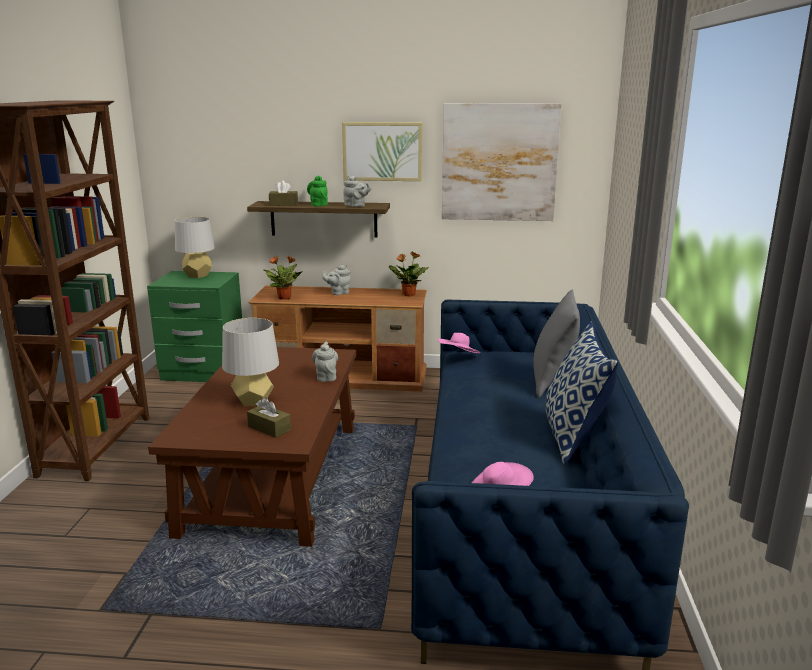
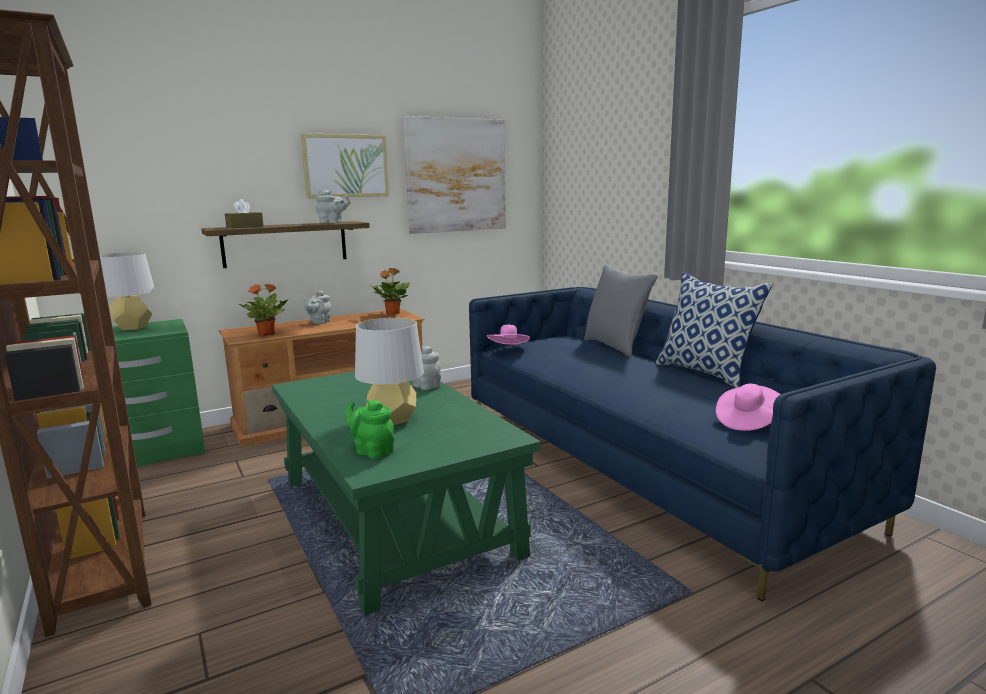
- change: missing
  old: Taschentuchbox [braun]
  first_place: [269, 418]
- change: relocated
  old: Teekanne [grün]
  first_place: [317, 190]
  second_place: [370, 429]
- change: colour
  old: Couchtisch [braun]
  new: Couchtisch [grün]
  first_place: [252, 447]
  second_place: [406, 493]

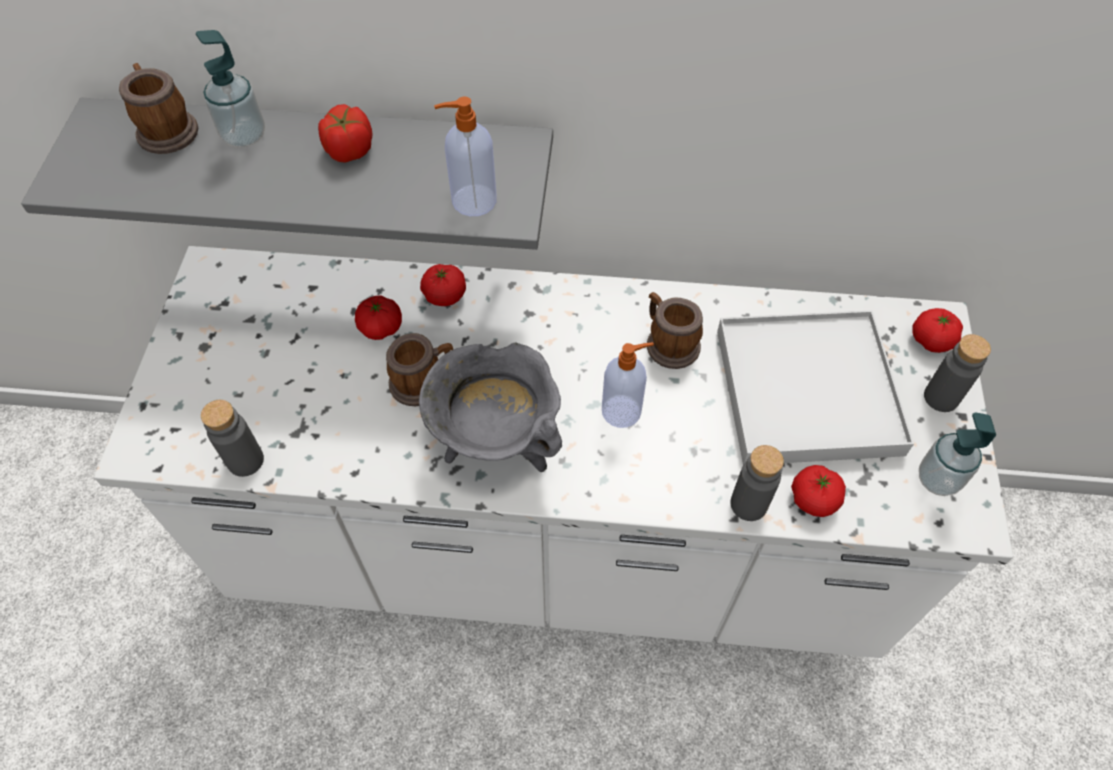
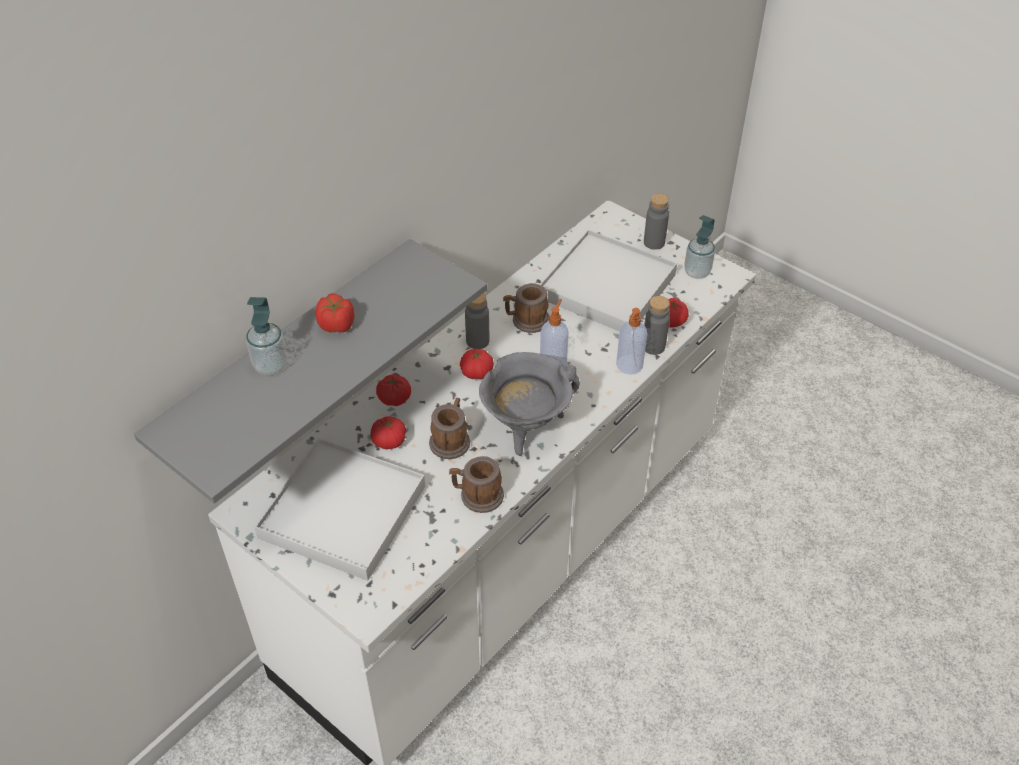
- change: appeared
  new: Tablett [weiß]
  second_place: [339, 509]
- change: relocated
  old: Henkelbecher
  first_place: [158, 108]
  second_place: [476, 484]
- change: relocated
  old: Flasche [grau]
  first_place: [232, 438]
  second_place: [477, 321]
- change: relocated
  old: Seifenspender
  first_place: [465, 156]
  second_place: [631, 341]
- change: relocated
  old: Tomate
  first_place: [937, 330]
  second_place: [477, 364]

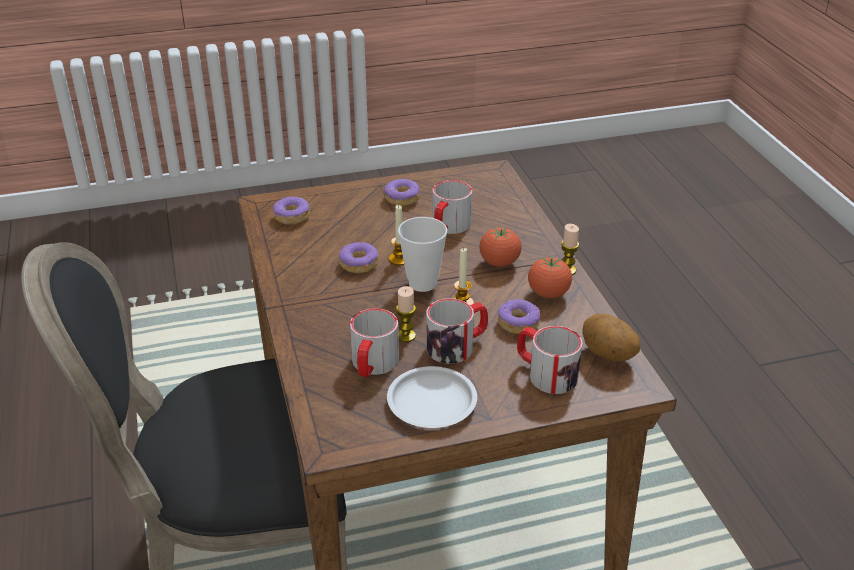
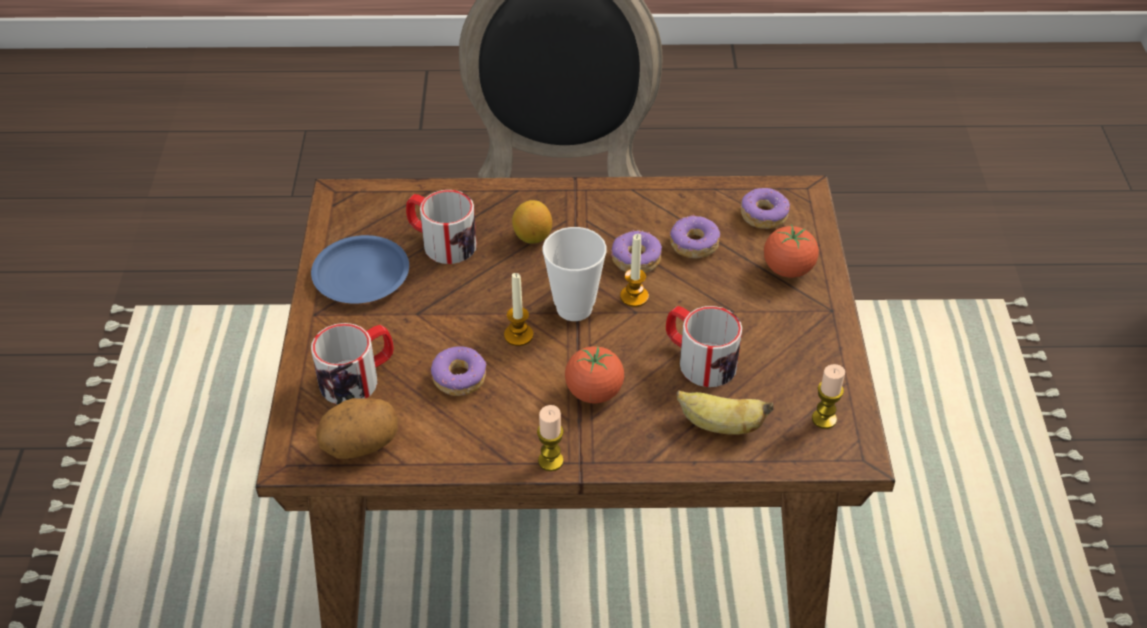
- change: missing
  old: Henkelbecher
  first_place: [457, 331]
- change: appeared
  new: Zitrone
  second_place: [532, 222]
- change: appeared
  new: Banane
  second_place: [725, 413]
- change: relocated
  old: Donut
  first_place: [402, 192]
  second_place: [695, 237]
- change: relocated
  old: Kerze
  first_place: [406, 314]
  second_place: [828, 396]
- change: relocated
  old: Tomate
  first_place: [550, 277]
  second_place: [791, 251]
- change: colour
  old: Teller [weiß]
  new: Teller [blau]
  first_place: [432, 397]
  second_place: [360, 269]

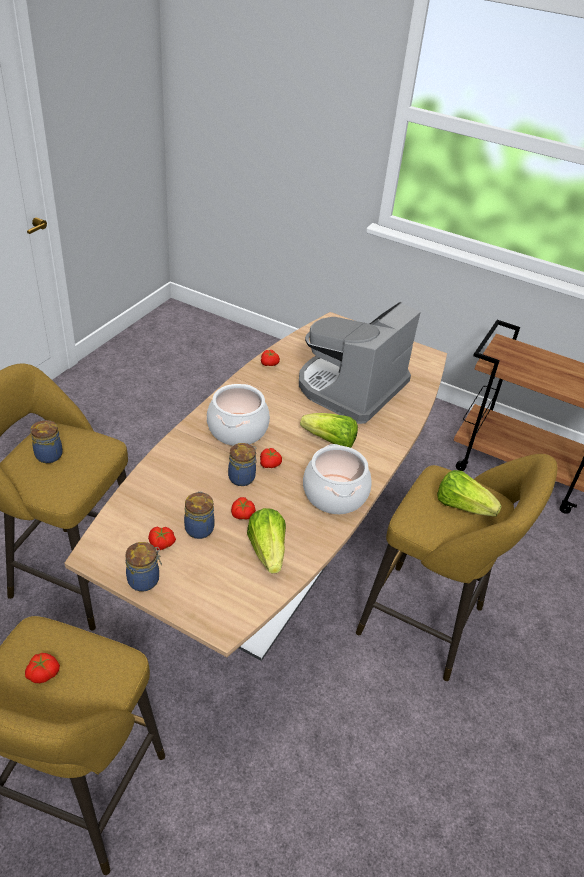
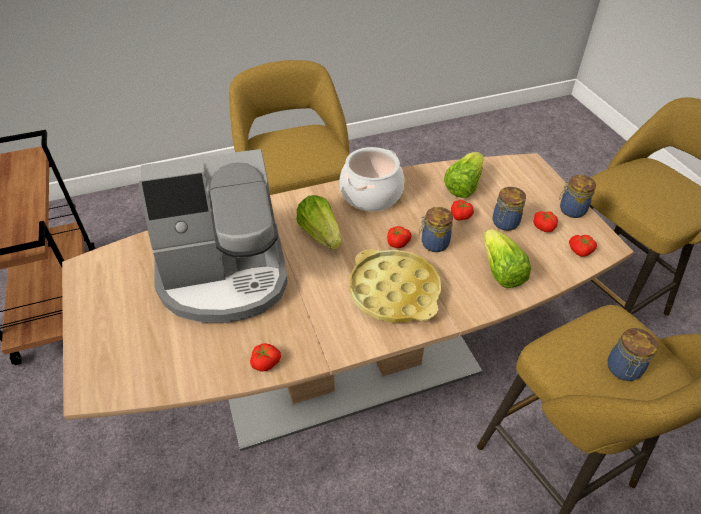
- change: relocated
  old: Tomate
  first_place: [42, 668]
  second_place: [583, 246]
- change: relocated
  old: Salatkopf
  first_place: [469, 493]
  second_place: [507, 258]
- change: exchanged
  old: Kochtopf
  new: Tablett [gelb]
  first_place: [238, 415]
  second_place: [395, 286]

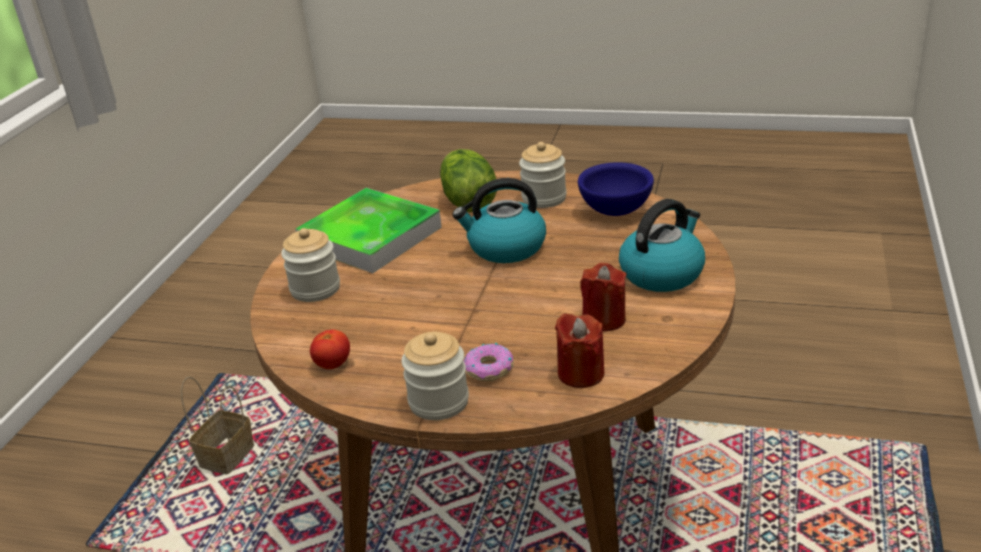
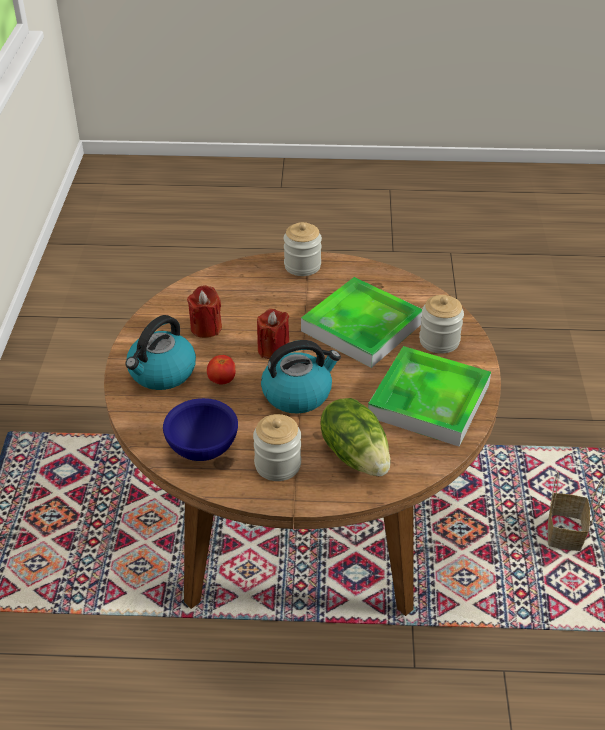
- change: missing
  old: Donut
  first_place: [489, 362]
- change: appeared
  new: Tablett
  second_place: [361, 322]
- change: relocated
  old: Tomate
  first_place: [330, 349]
  second_place: [221, 369]
- change: relocated
  old: Kerze [rot]
  first_place: [579, 350]
  second_place: [273, 334]

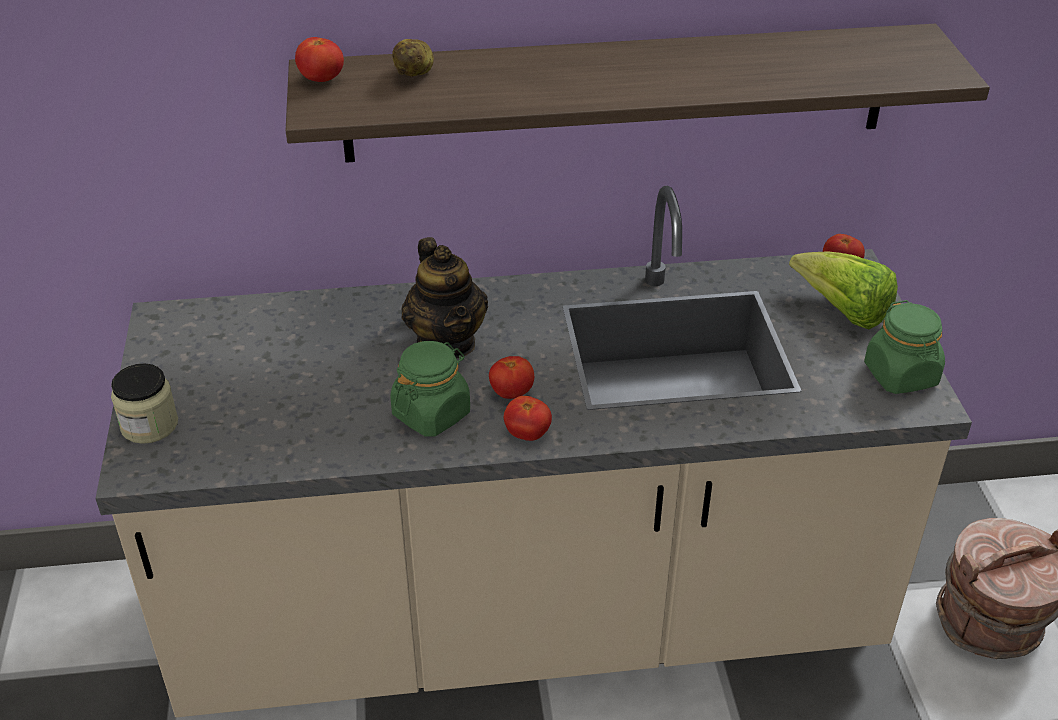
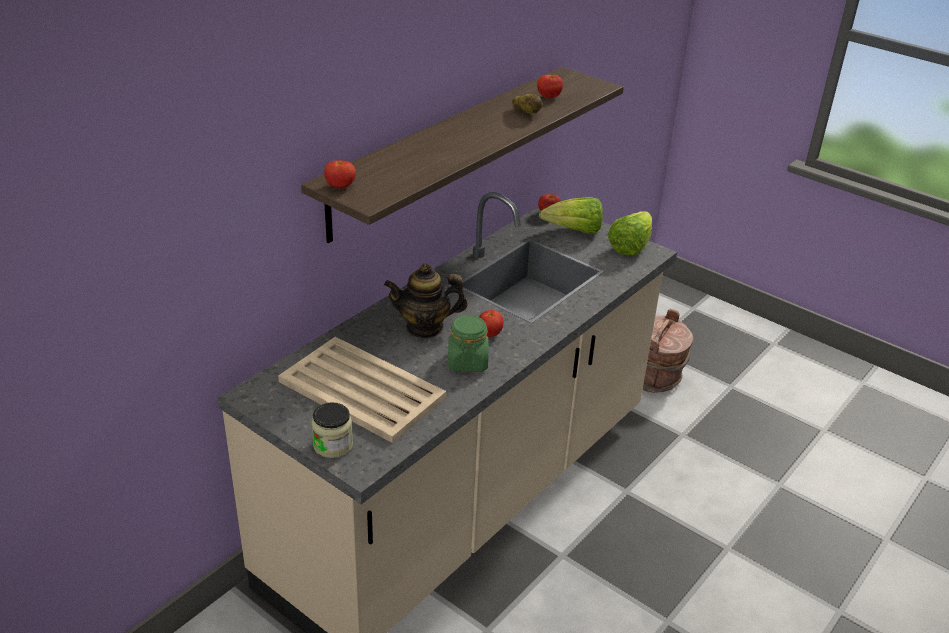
- change: appeared
  new: Tablett [beige]
  second_place: [362, 390]
- change: relocated
  old: Kartoffel
  first_place: [413, 58]
  second_place: [527, 103]
- change: relocated
  old: Tomate
  first_place: [528, 418]
  second_place: [550, 86]
- change: exchanged
  old: Vorratsglas [grün]
  new: Salatkopf
  first_place: [904, 347]
  second_place: [630, 233]
- change: spun
  old: Teekanne
  first_place: [445, 298]
  second_place: [425, 301]
  degrees: 150

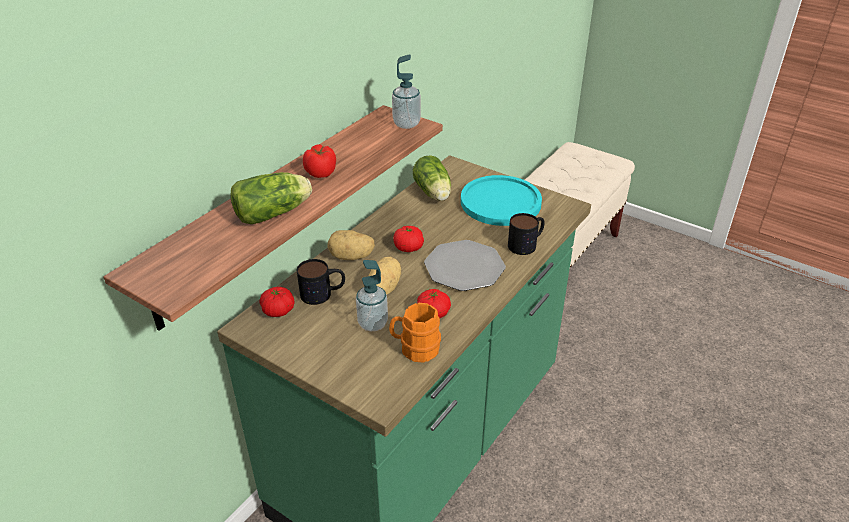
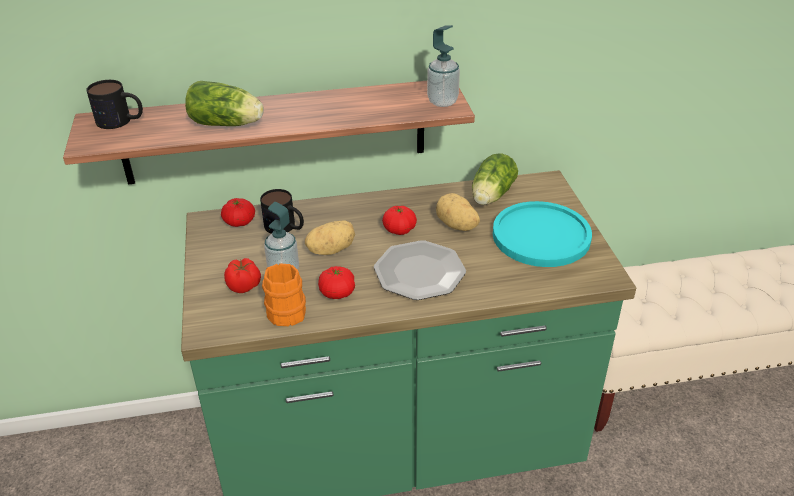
- change: relocated
  old: Tomate
  first_place: [319, 161]
  second_place: [242, 275]
- change: relocated
  old: Kartoffel
  first_place: [351, 245]
  second_place: [458, 212]
- change: relocated
  old: Henkelbecher
  first_place: [526, 234]
  second_place: [114, 104]

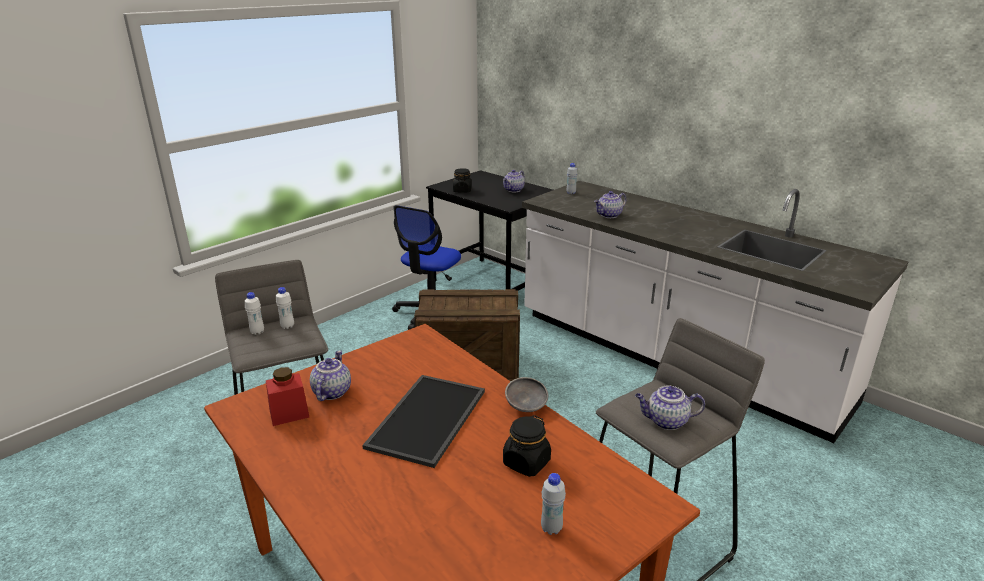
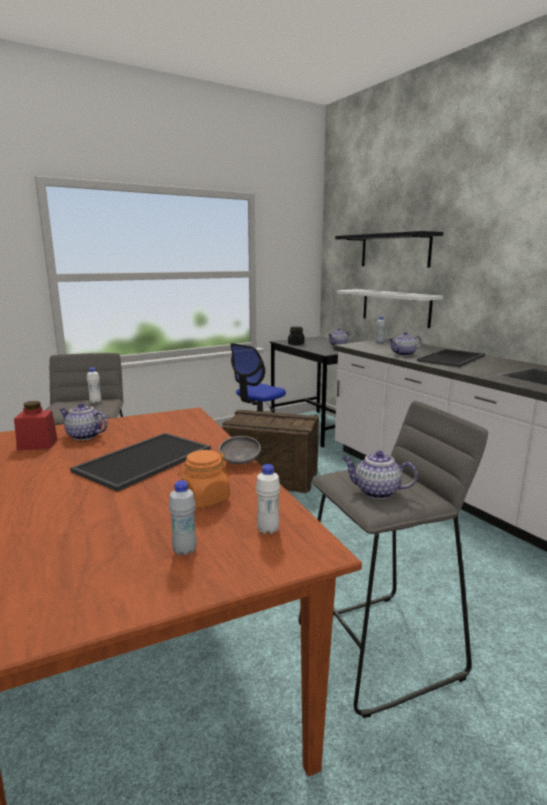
- change: appeared
  new: Wandregal [schwarz]
  second_place: [389, 249]
- change: appeared
  new: Wandregal [weiß]
  second_place: [390, 308]
- change: appeared
  new: Tablett
  second_place: [451, 358]
- change: relocated
  old: Flasche [weiß]
  first_place: [254, 313]
  second_place: [268, 499]
- change: colour
  old: Vorratsglas [schwarz]
  new: Vorratsglas [orange]
  first_place: [527, 446]
  second_place: [204, 479]
- change: spun
  old: Teekanne
  first_place: [330, 376]
  second_place: [83, 421]
  degrees: -90

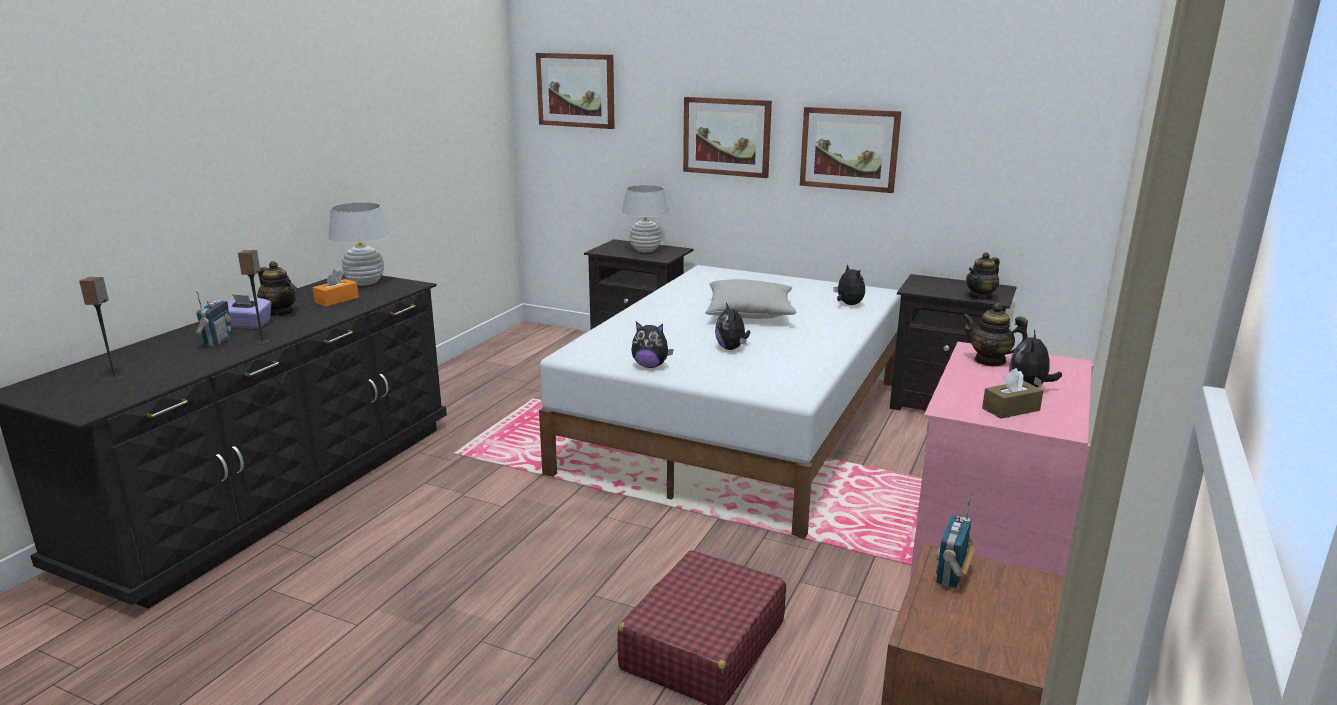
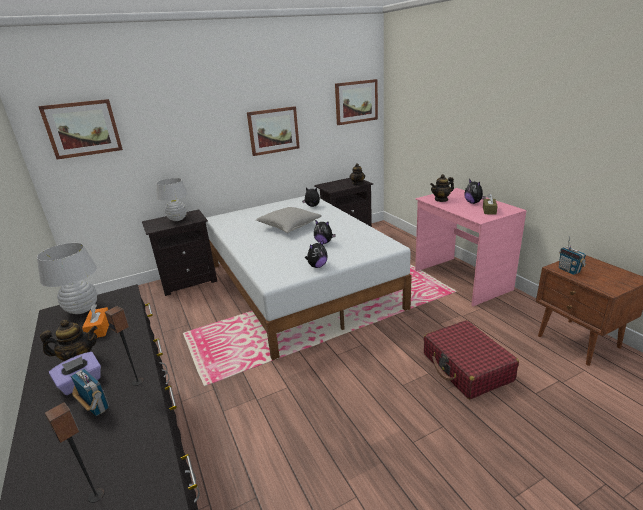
- change: relocated
  old: Bild
  first_place: [727, 137]
  second_place: [356, 102]

